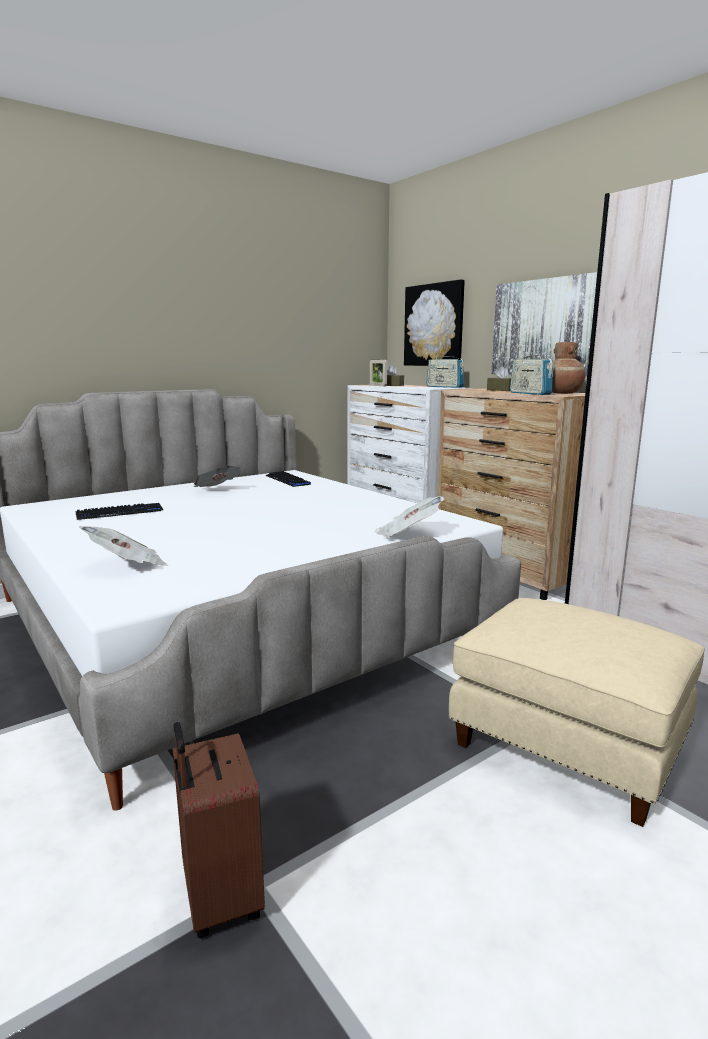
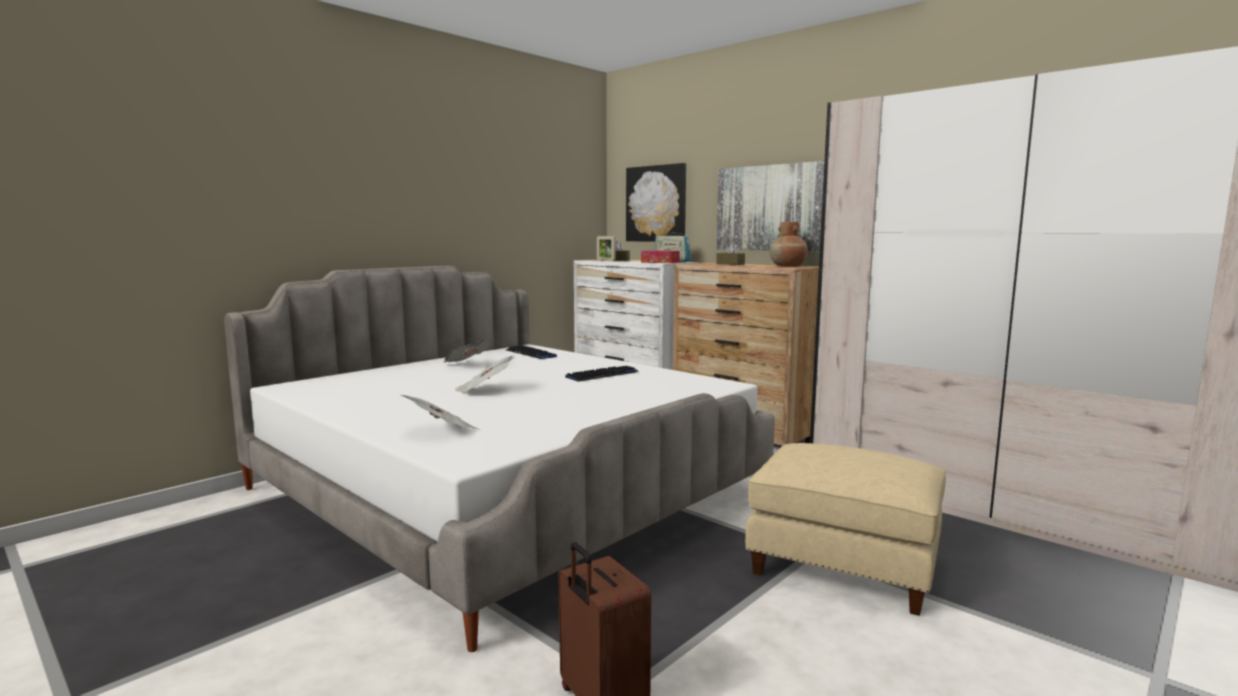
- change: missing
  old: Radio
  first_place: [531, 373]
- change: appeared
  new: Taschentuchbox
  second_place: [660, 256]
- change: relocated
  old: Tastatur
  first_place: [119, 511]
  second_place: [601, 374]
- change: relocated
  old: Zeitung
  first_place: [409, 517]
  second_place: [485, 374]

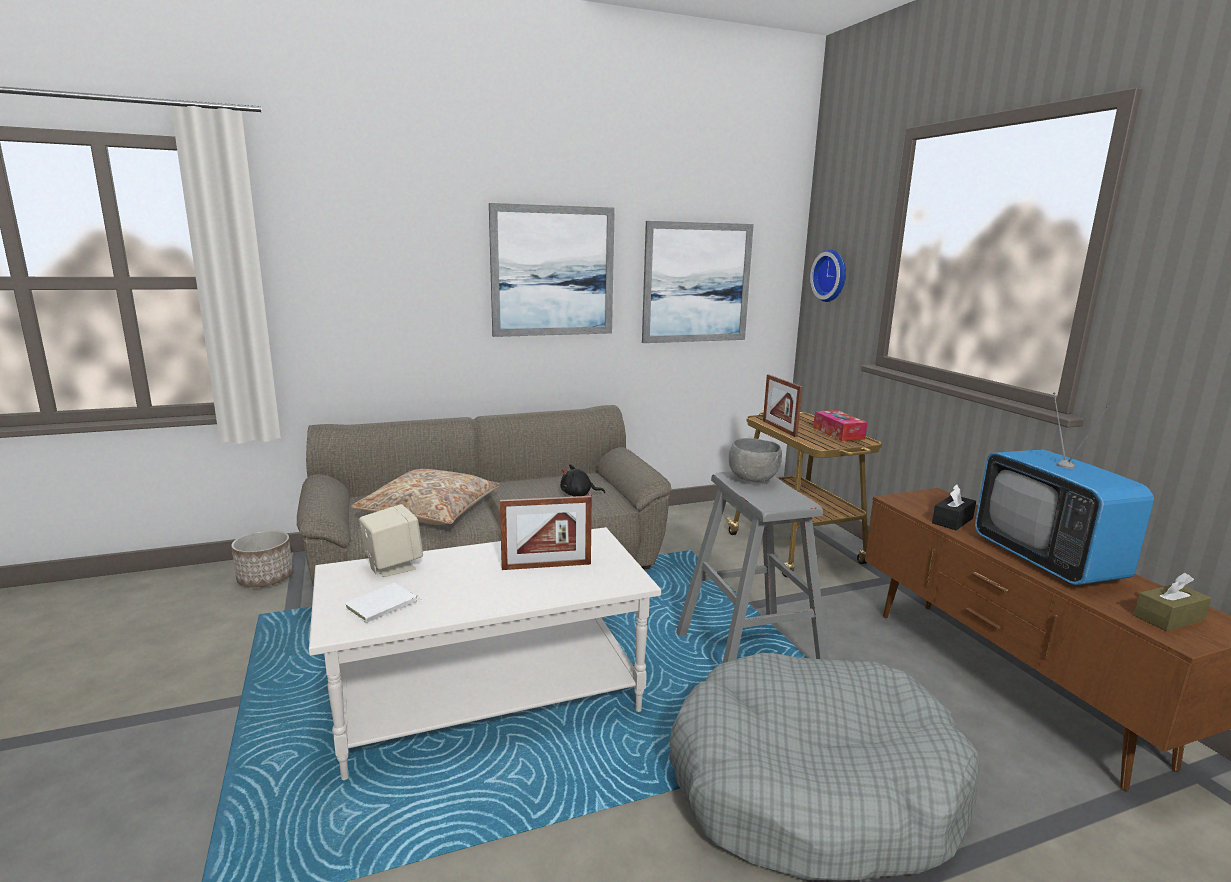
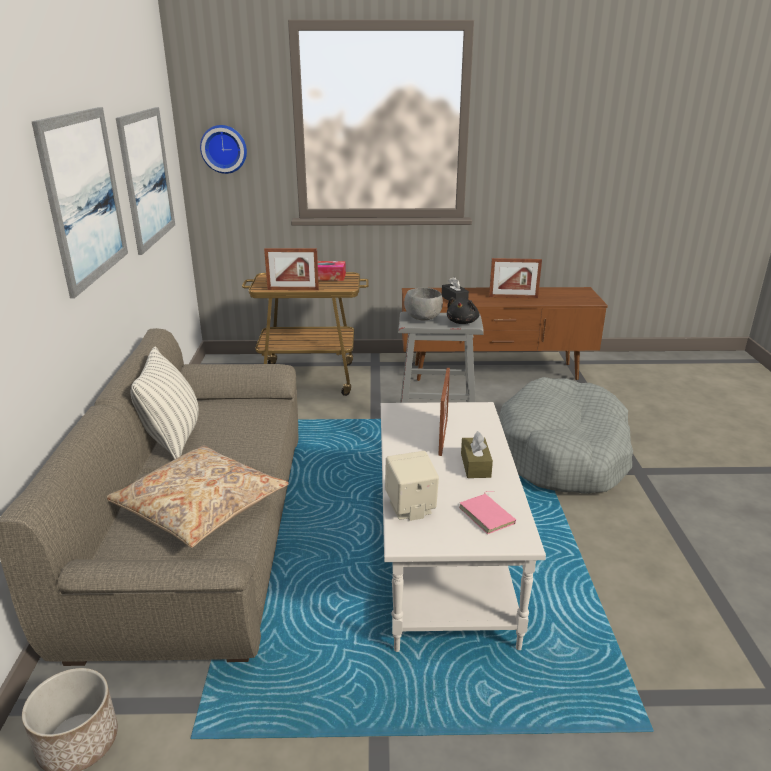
- change: appeared
  new: Kissen
  second_place: [165, 403]
- change: relocated
  old: Plüschtier [schwarz]
  first_place: [582, 480]
  second_place: [463, 310]
- change: relocated
  old: Taschentuchbox [braun]
  first_place: [1172, 602]
  second_place: [477, 454]
- change: exchanged
  old: Fernseher
  new: Bilderrahmen
  first_place: [1064, 489]
  second_place: [515, 278]
- change: colour
  old: Buch [weiß]
  new: Buch [rosa]
  first_place: [384, 603]
  second_place: [487, 512]

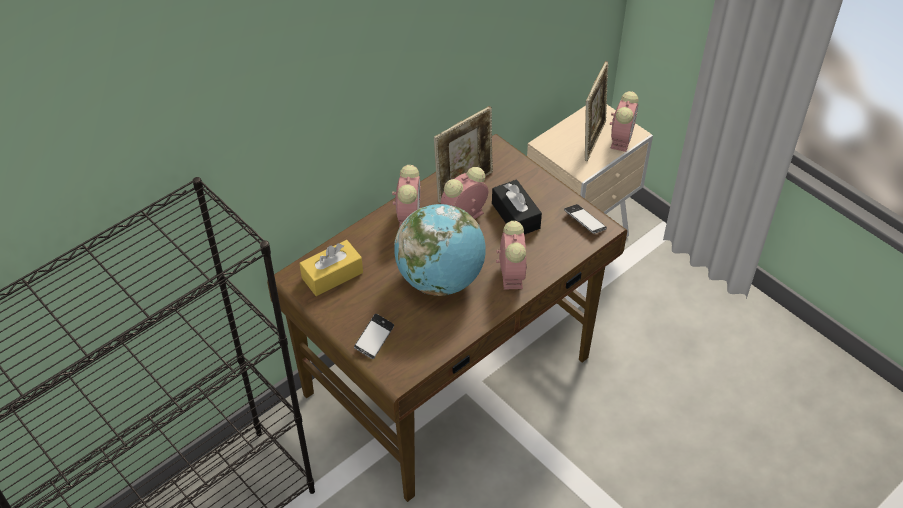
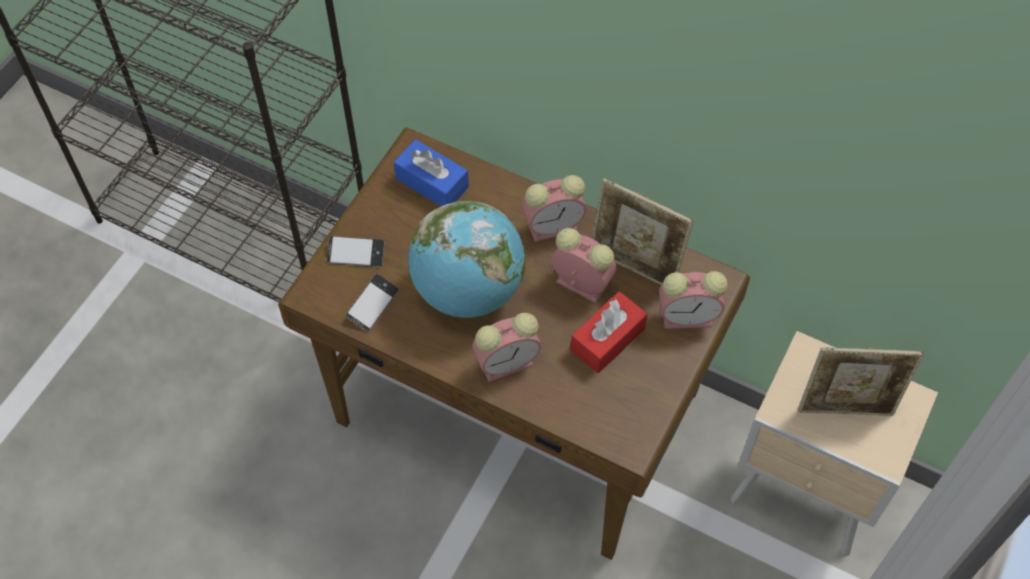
- change: relocated
  old: Handy
  first_place: [585, 219]
  second_place: [372, 303]
- change: relocated
  old: Wecker
  first_place: [624, 121]
  second_place: [693, 300]
- change: colour
  old: Taschentuchbox [gelb]
  new: Taschentuchbox [blau]
  first_place: [331, 268]
  second_place: [431, 172]
- change: colour
  old: Taschentuchbox [schwarz]
  new: Taschentuchbox [rot]
  first_place: [517, 207]
  second_place: [608, 332]

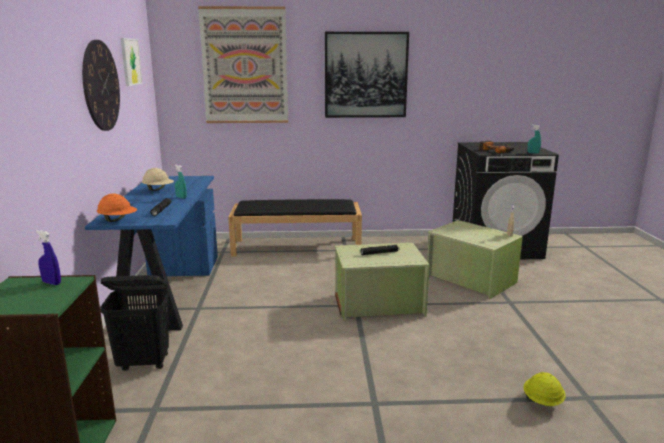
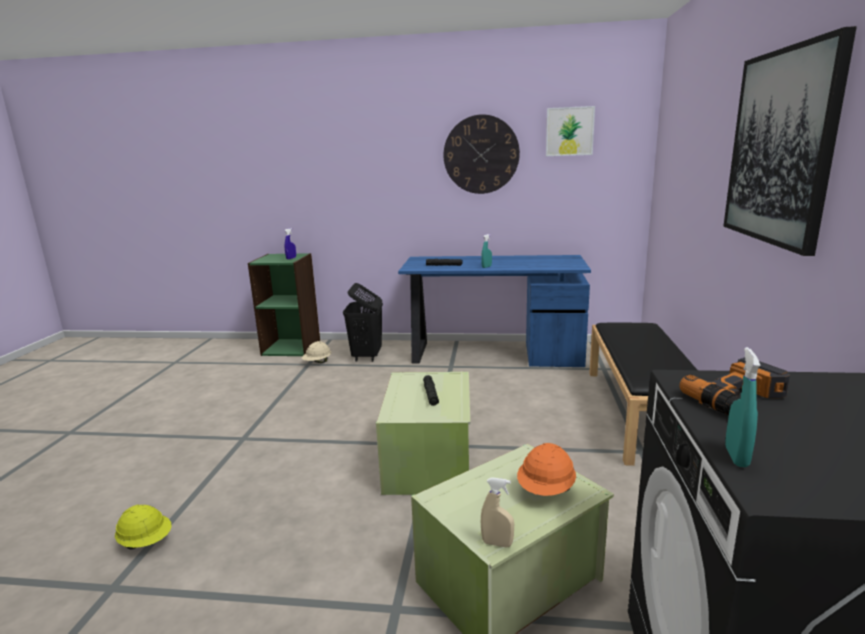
- change: missing
  old: Bild
  first_place: [243, 64]
- change: relocated
  old: Schutzhelm [orange]
  first_place: [117, 207]
  second_place: [546, 469]
- change: relocated
  old: Schutzhelm [beige]
  first_place: [158, 179]
  second_place: [316, 352]

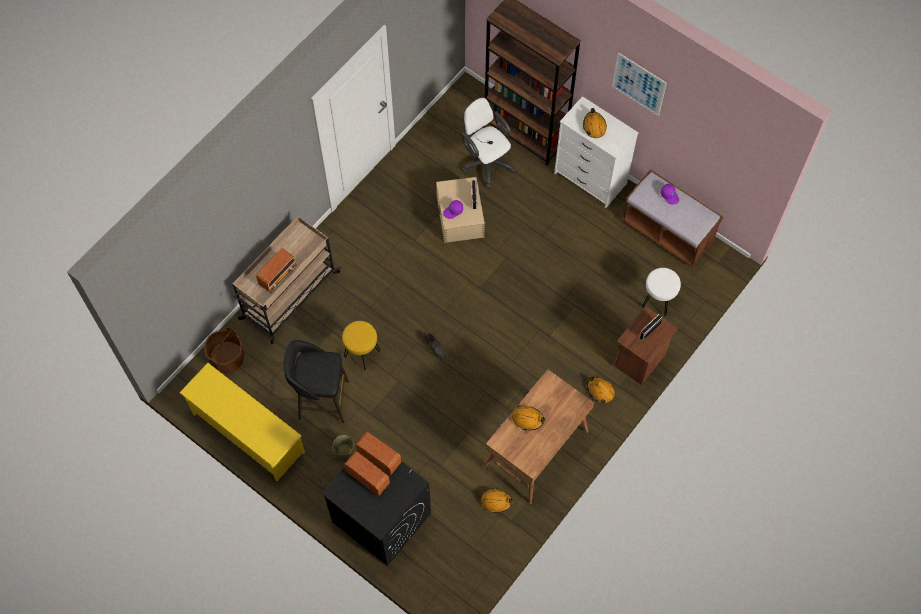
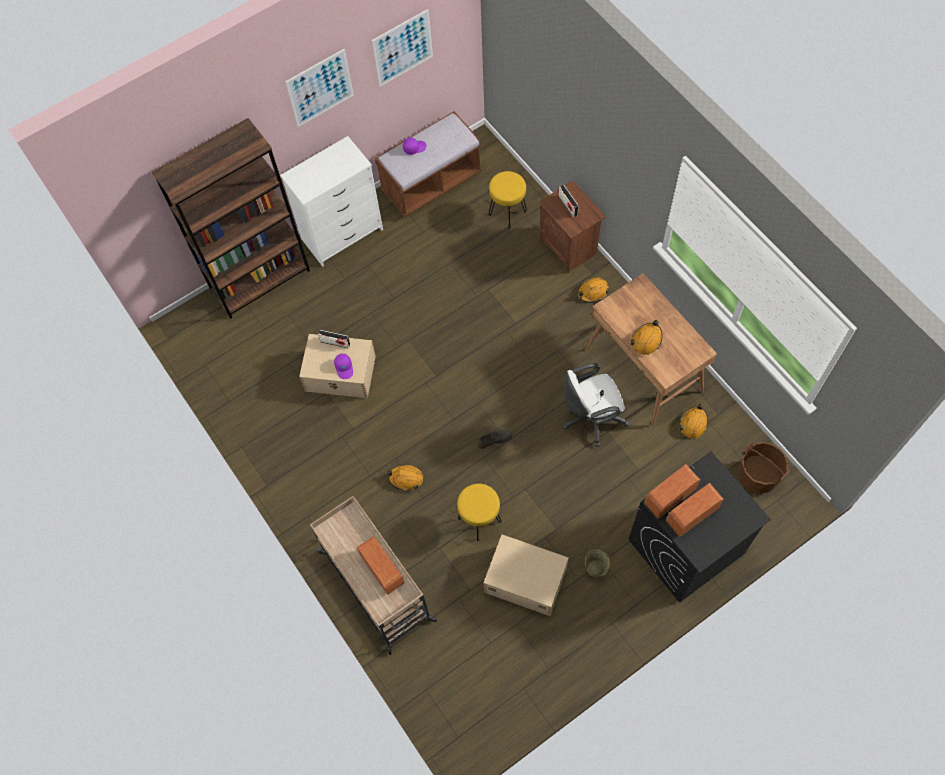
- change: missing
  old: Schuhregal [gelb]
  first_place: [242, 422]
- change: appeared
  new: Bild
  second_place: [402, 48]
- change: relocated
  old: Eimer [braun]
  first_place: [224, 350]
  second_place: [764, 467]
- change: relocated
  old: Bürostuhl [weiß]
  first_place: [488, 142]
  second_place: [596, 405]
- change: relocated
  old: Schutzhelm [orange]
  first_place: [595, 123]
  second_place: [404, 478]
- change: exchanged
  old: Hocker [schwarz]
  new: Aufbewahrungsbox [beige]
  first_place: [316, 381]
  second_place: [526, 575]
- change: colour
  old: Hocker [weiß]
  new: Hocker [gelb]
  first_place: [661, 292]
  second_place: [508, 200]

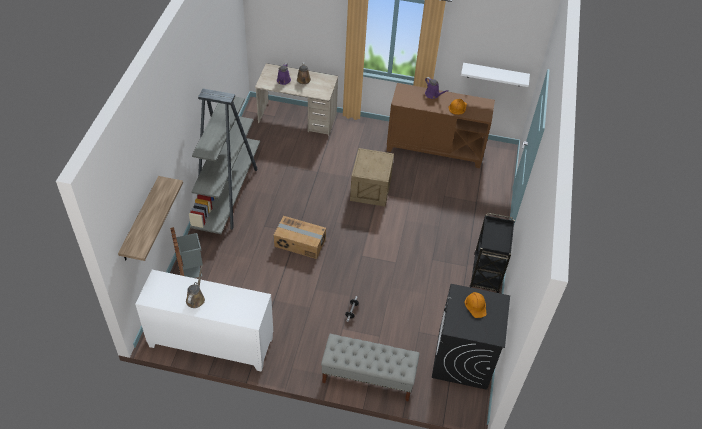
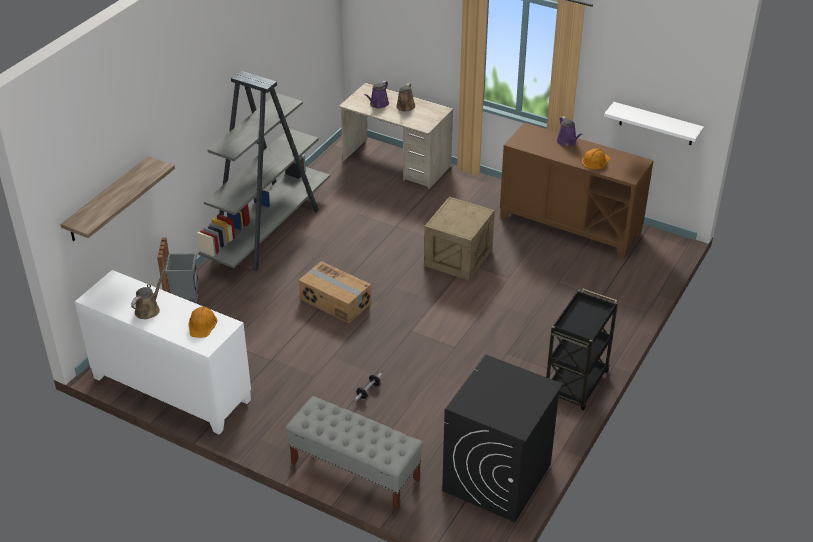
- change: relocated
  old: Schutzhelm [orange]
  first_place: [475, 305]
  second_place: [203, 322]

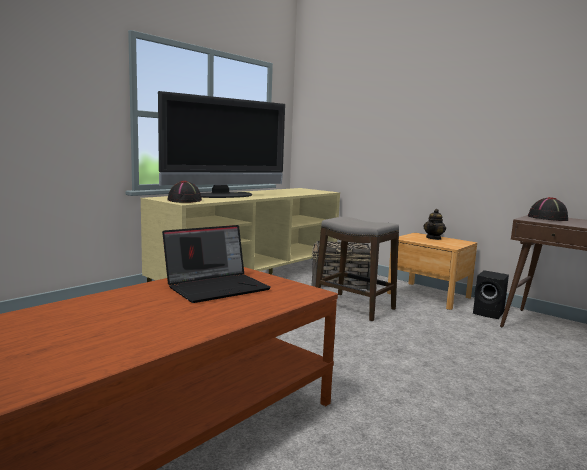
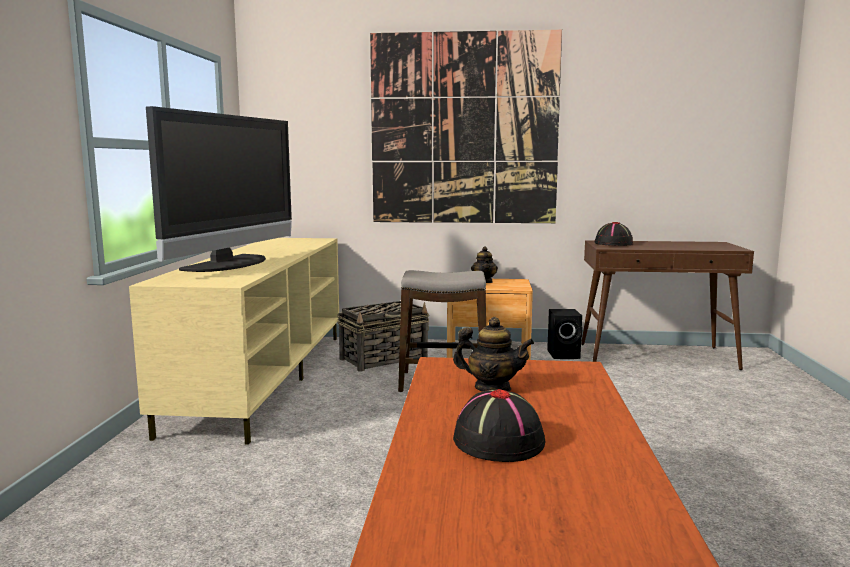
- change: appeared
  new: Bild
  second_place: [466, 126]
- change: relocated
  old: Hut [schwarz]
  first_place: [184, 192]
  second_place: [499, 425]
- change: exchanged
  old: Laptop
  new: Teekanne
  first_place: [216, 264]
  second_place: [493, 354]

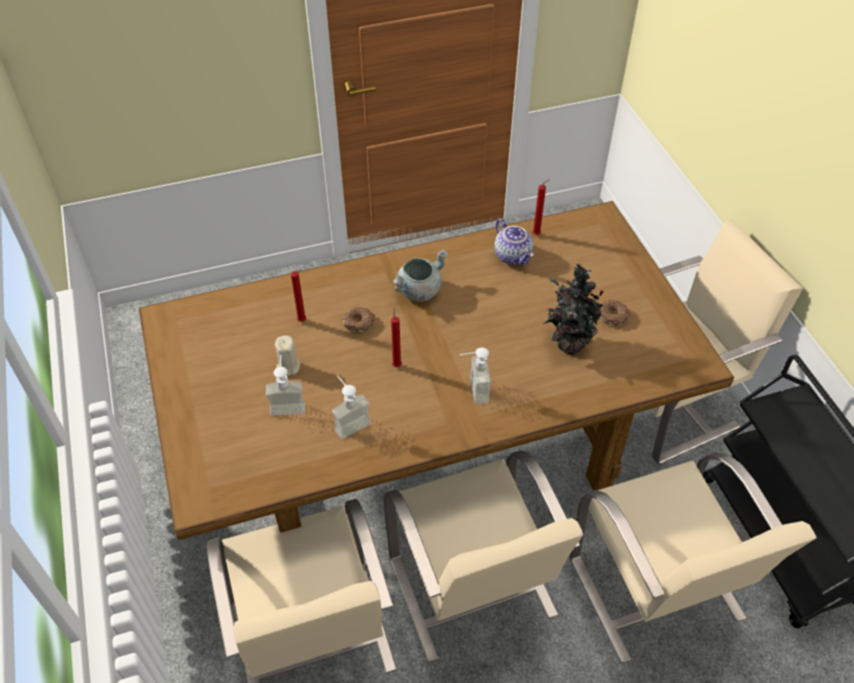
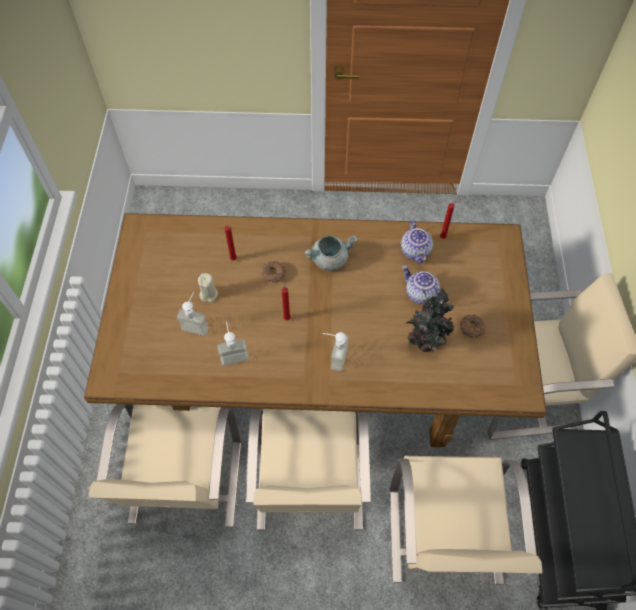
- change: appeared
  new: Teekanne
  second_place: [421, 285]

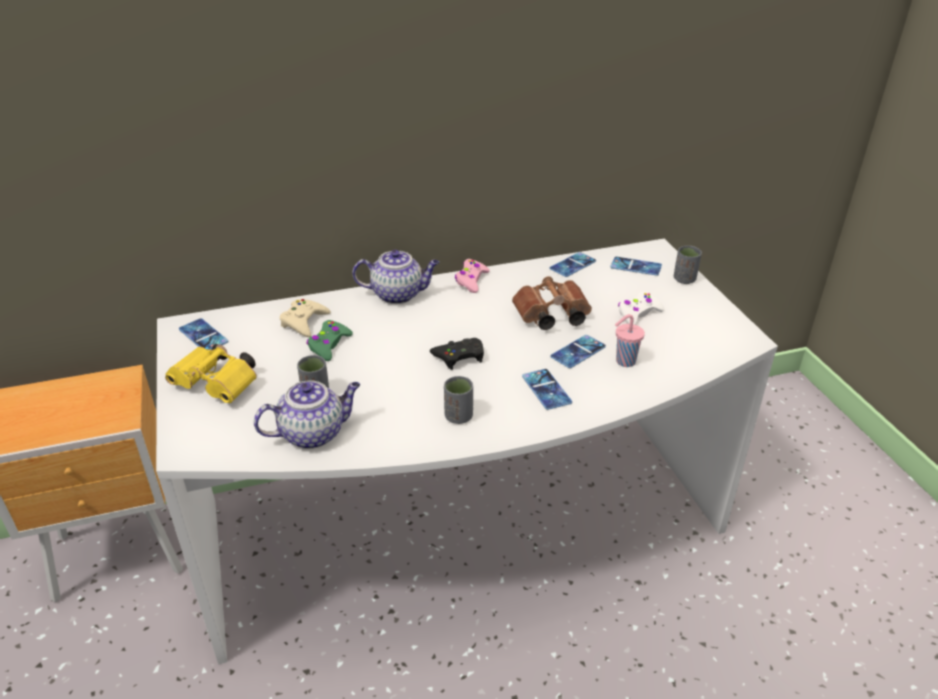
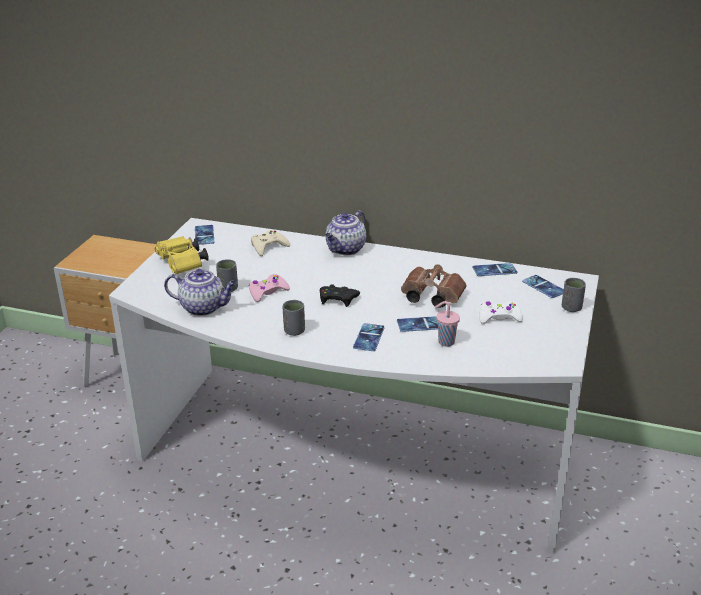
- change: missing
  old: Gamepad [grün]
  first_place: [330, 340]
- change: relocated
  old: Gamepad [rosa]
  first_place: [472, 276]
  second_place: [269, 288]
- change: spun
  old: Teekanne
  first_place: [395, 277]
  second_place: [345, 232]
  degrees: 90

